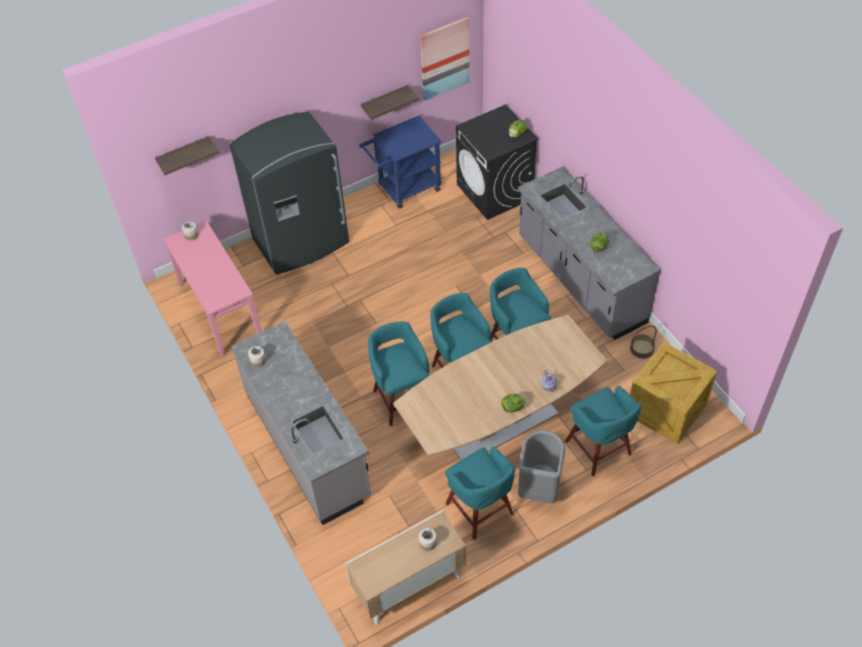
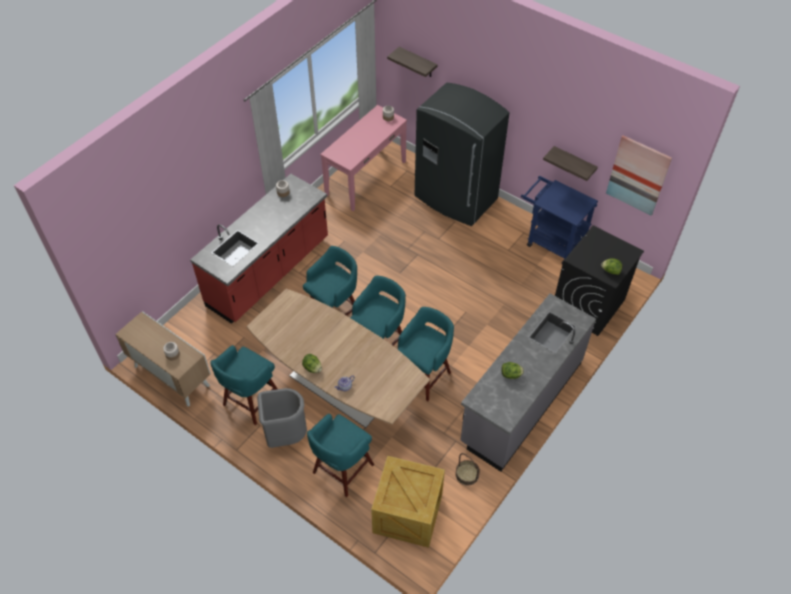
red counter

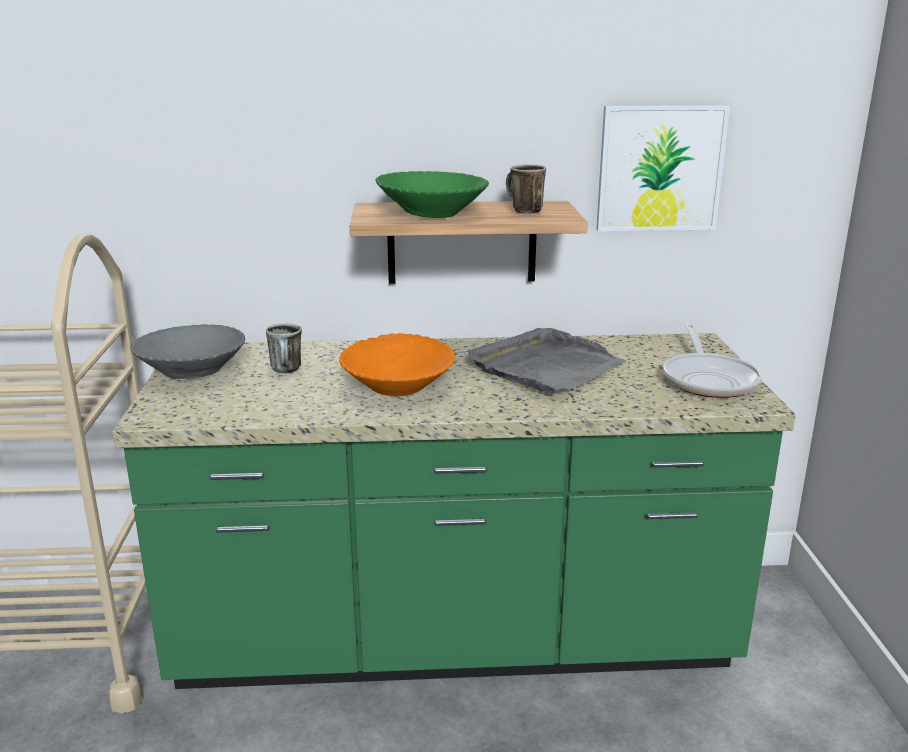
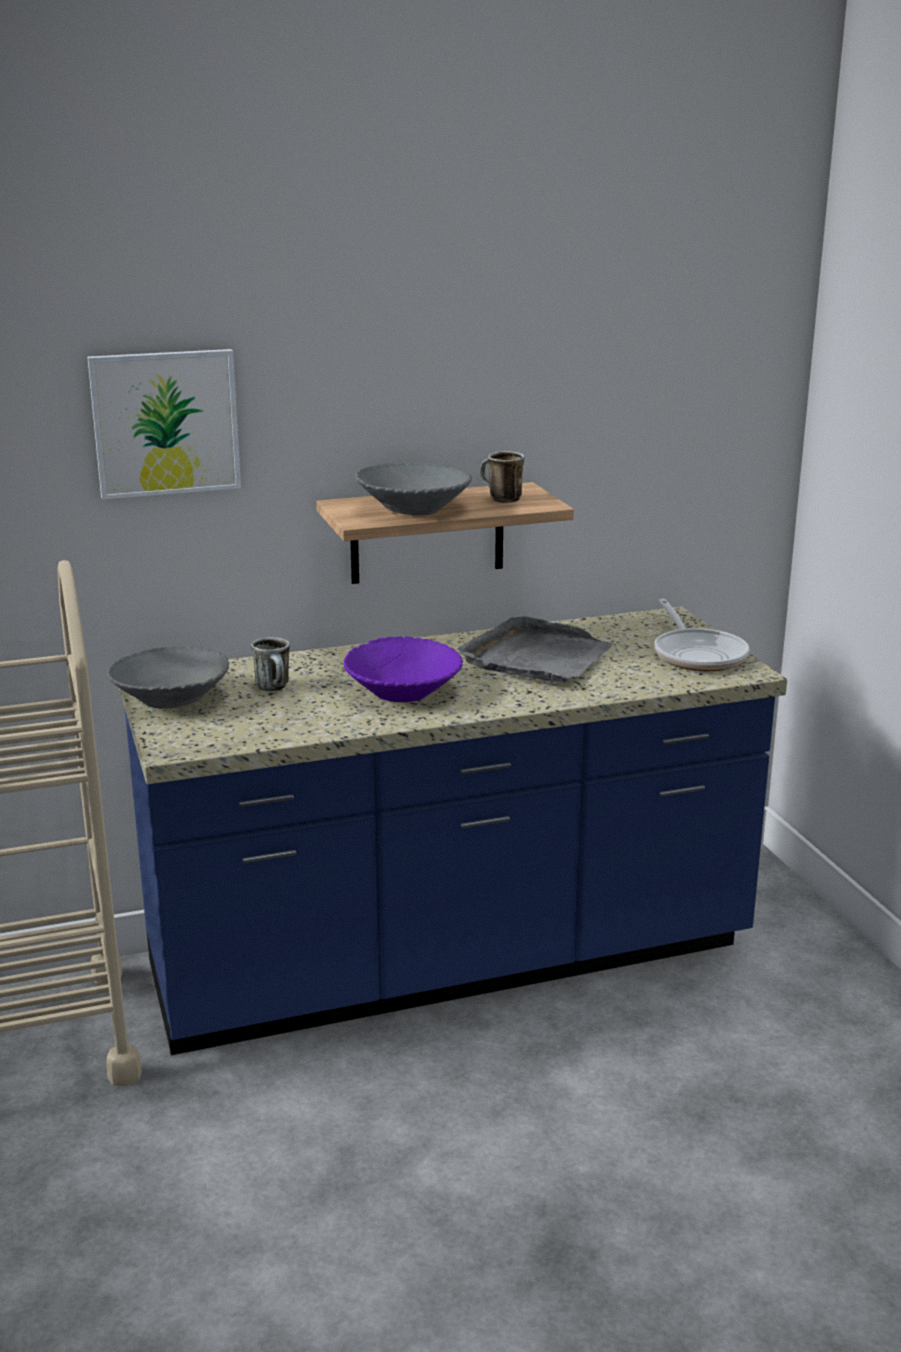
picture; blue counter; purple bowl; grey bowl (no. 2 from left)

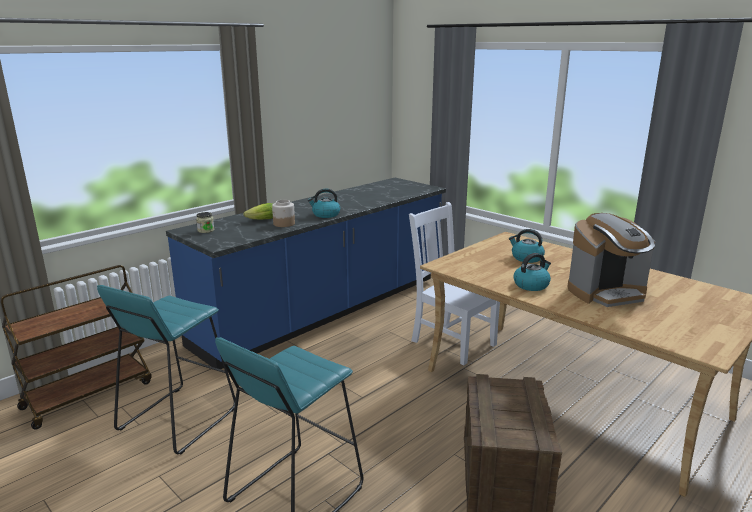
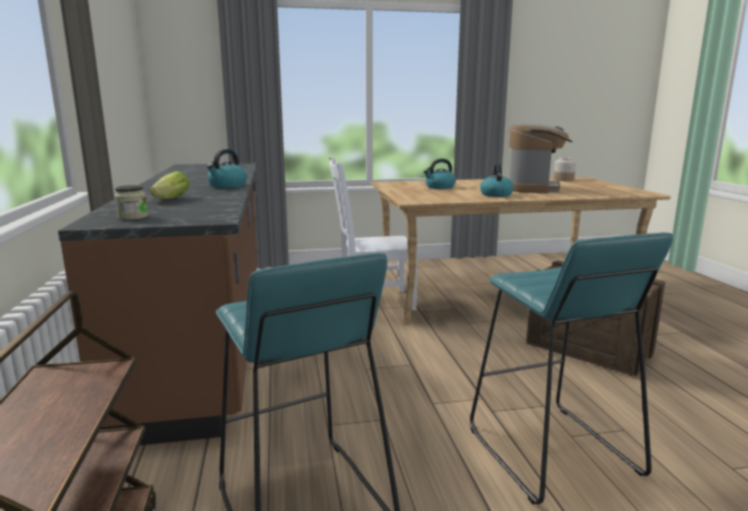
jar (no. 2 from left); brown counter

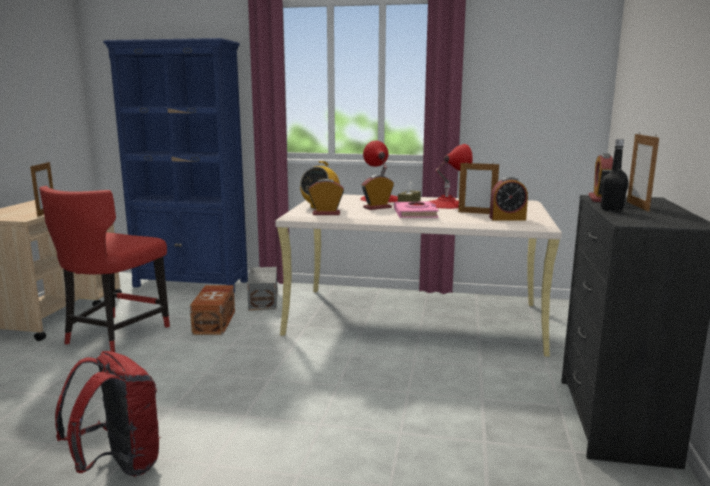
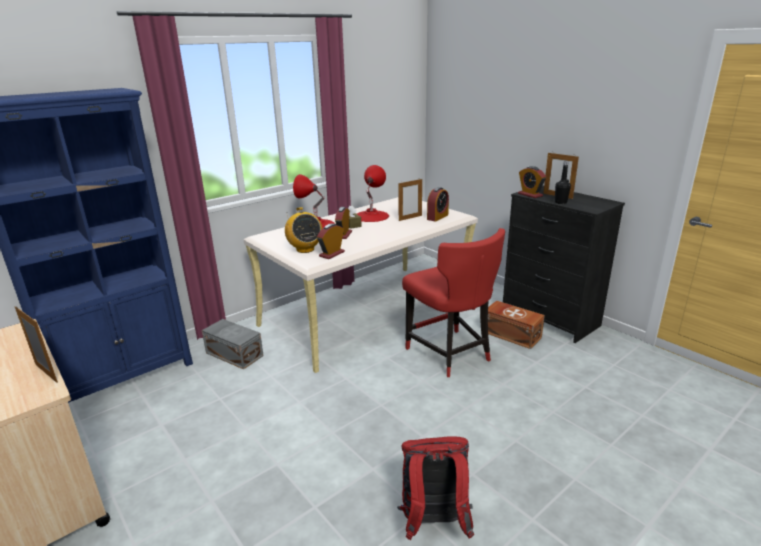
pink book; red chair; brown storage box

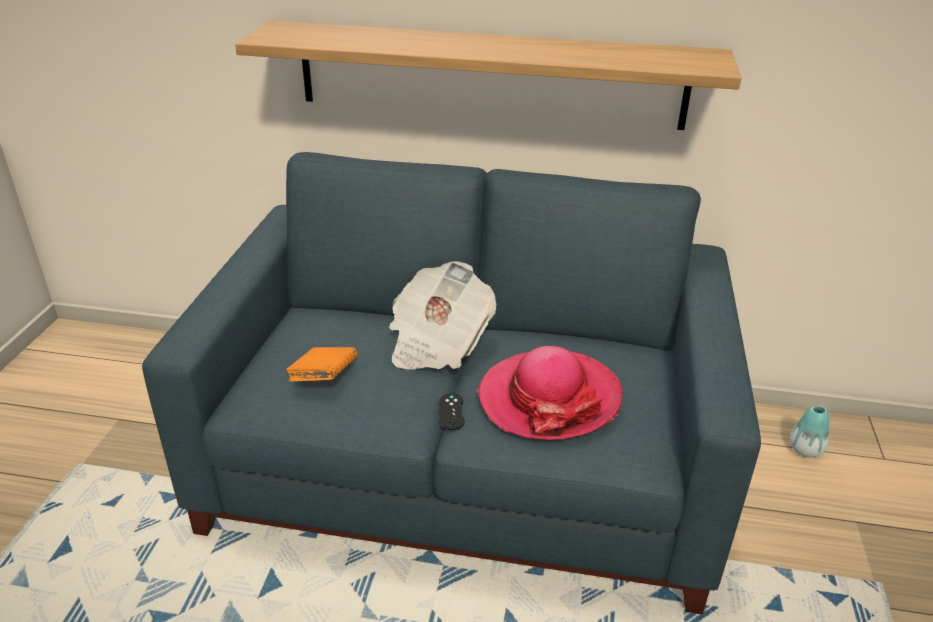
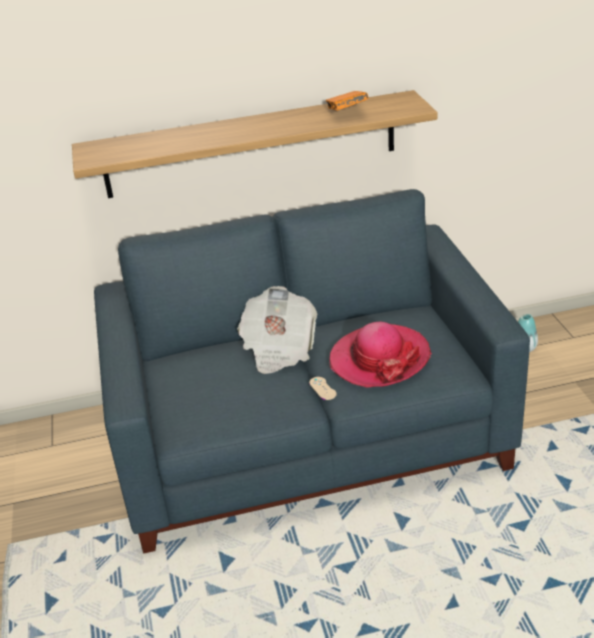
orange book; beige game controller

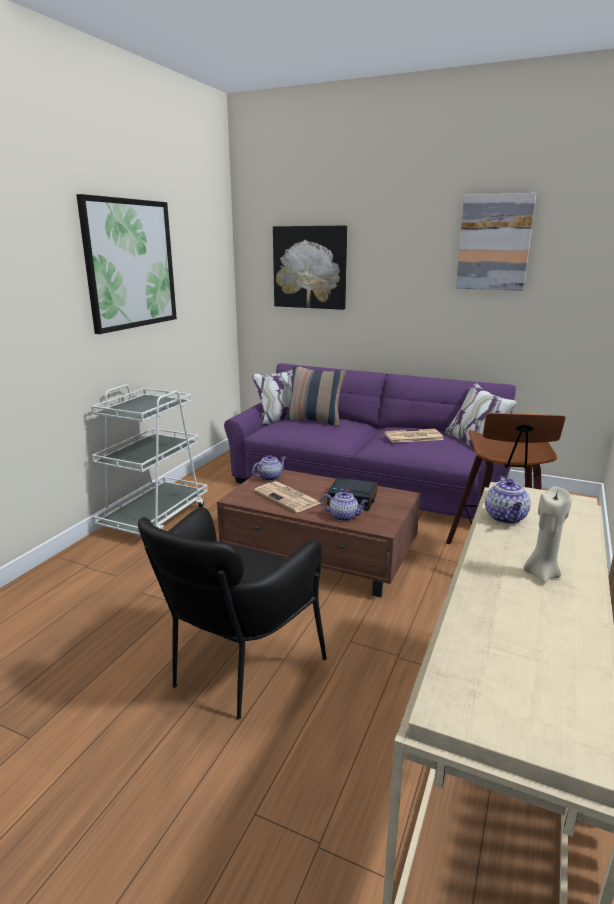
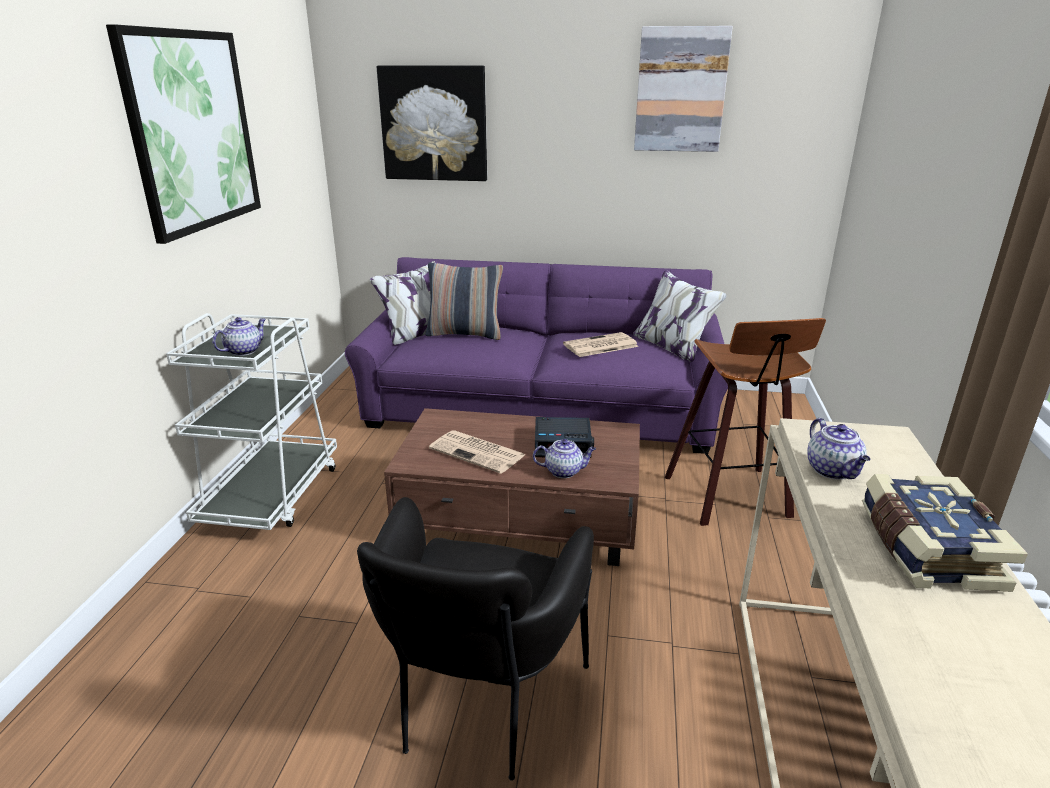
teapot (no. 1 from left); book

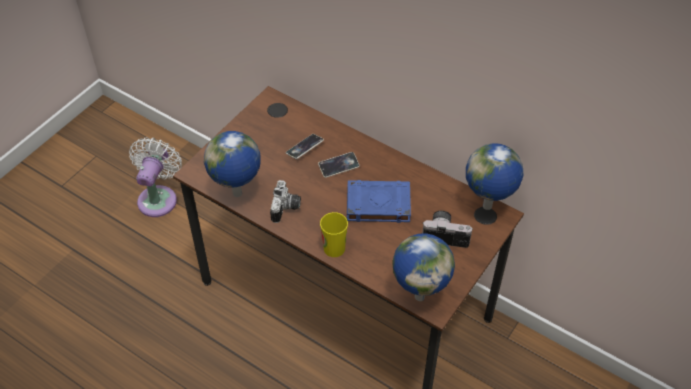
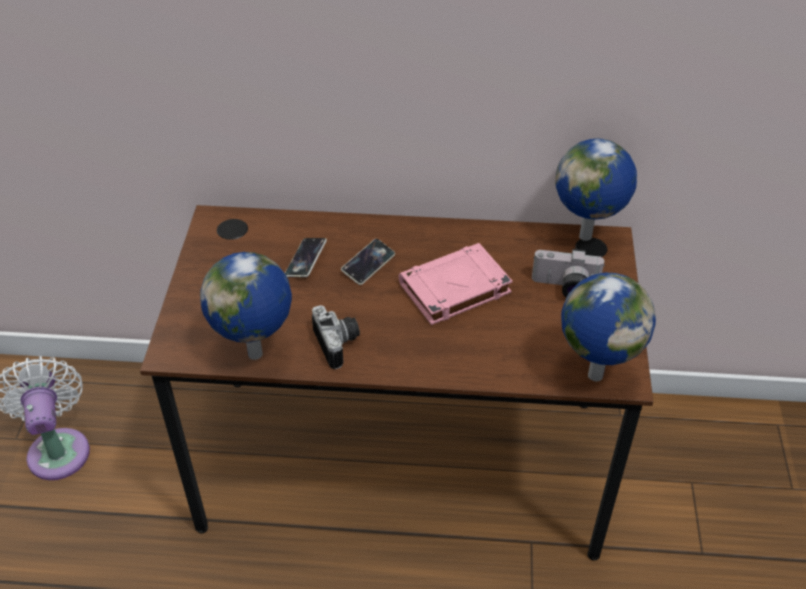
cup; pink book; photo camera (no. 2 from left)

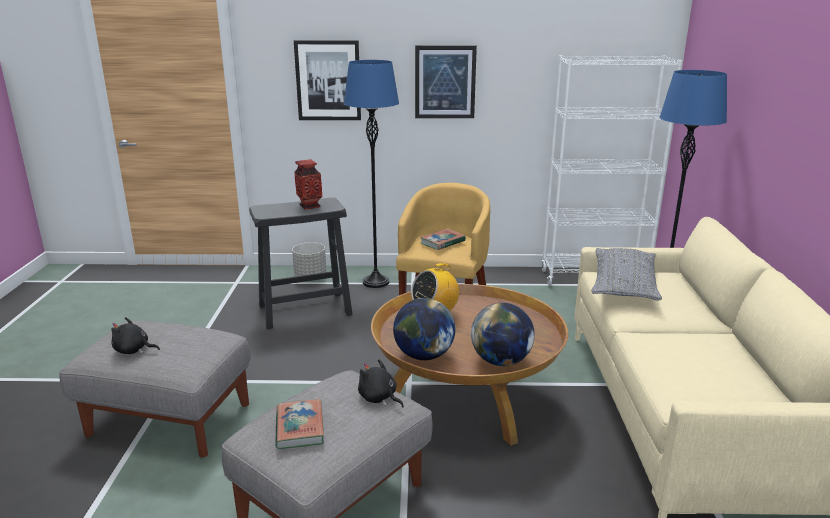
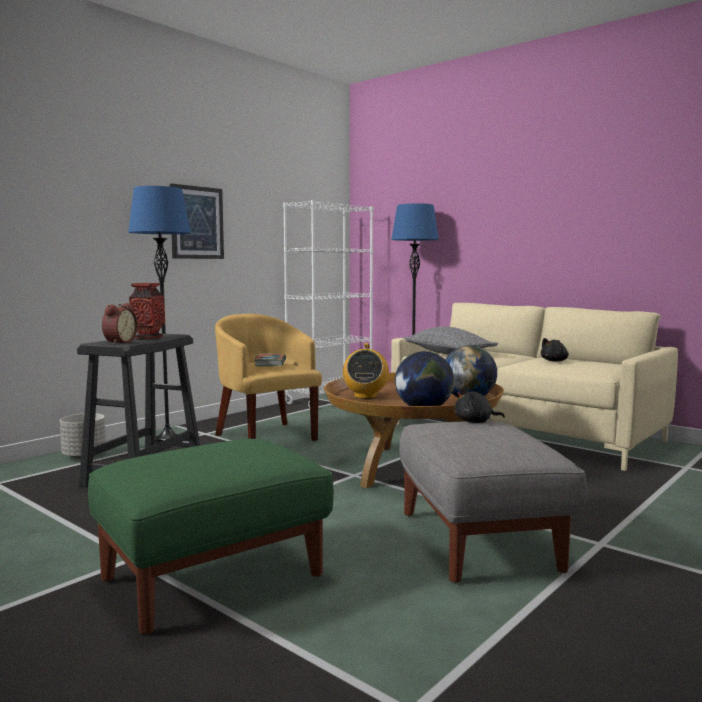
book (no. 1 from left in the first image); picture (no. 1 from left in the first image); alarm clock; black plush toy (no. 2 from left); green ottoman

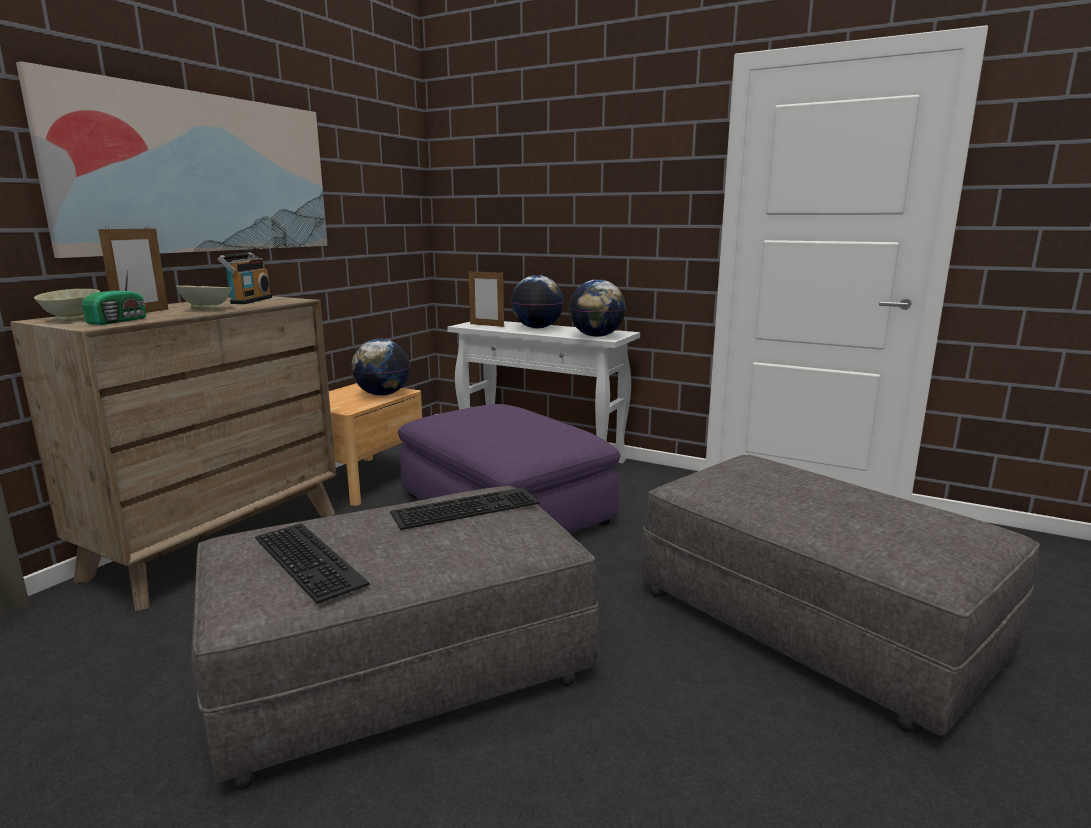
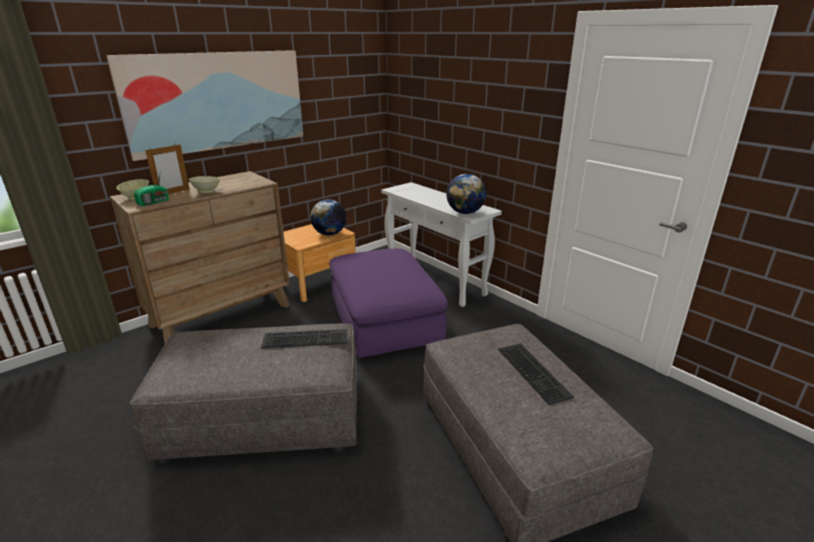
radio (no. 2 from left in the first image); picture frame (no. 2 from left in the first image); globe (no. 2 from left in the first image); keyboard (no. 2 from left)

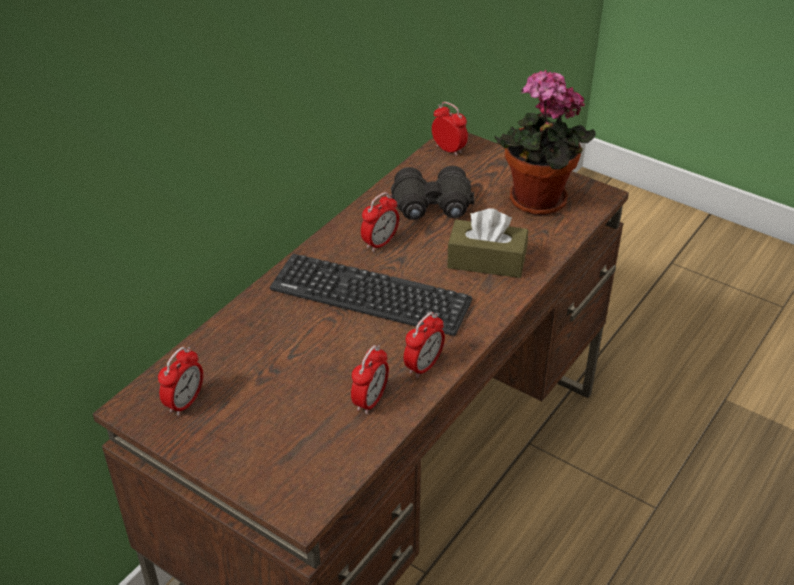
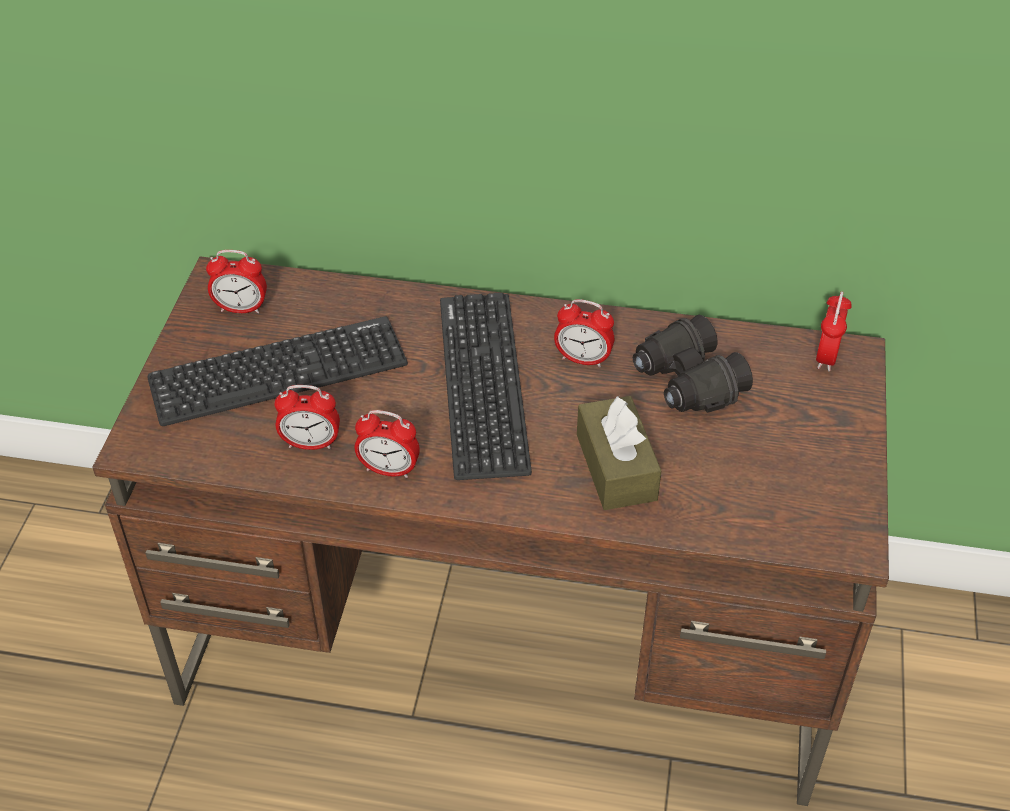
potted plant; keyboard (no. 1 from left)

